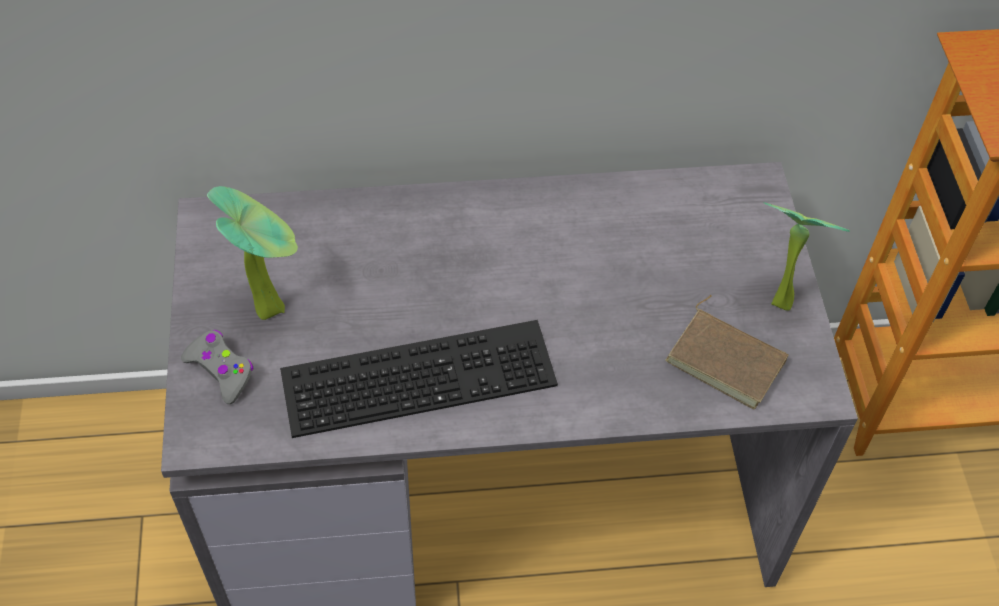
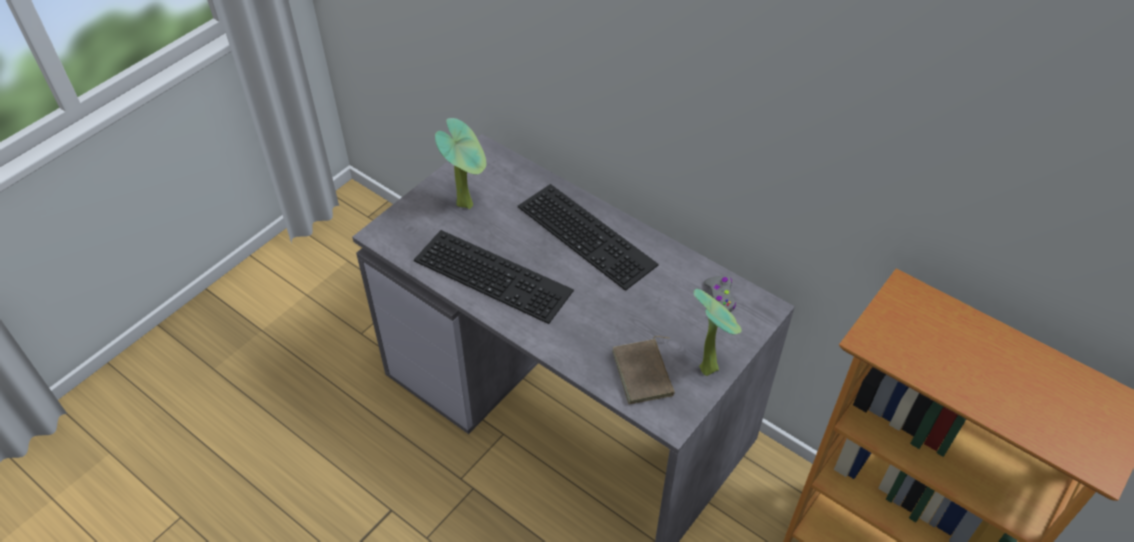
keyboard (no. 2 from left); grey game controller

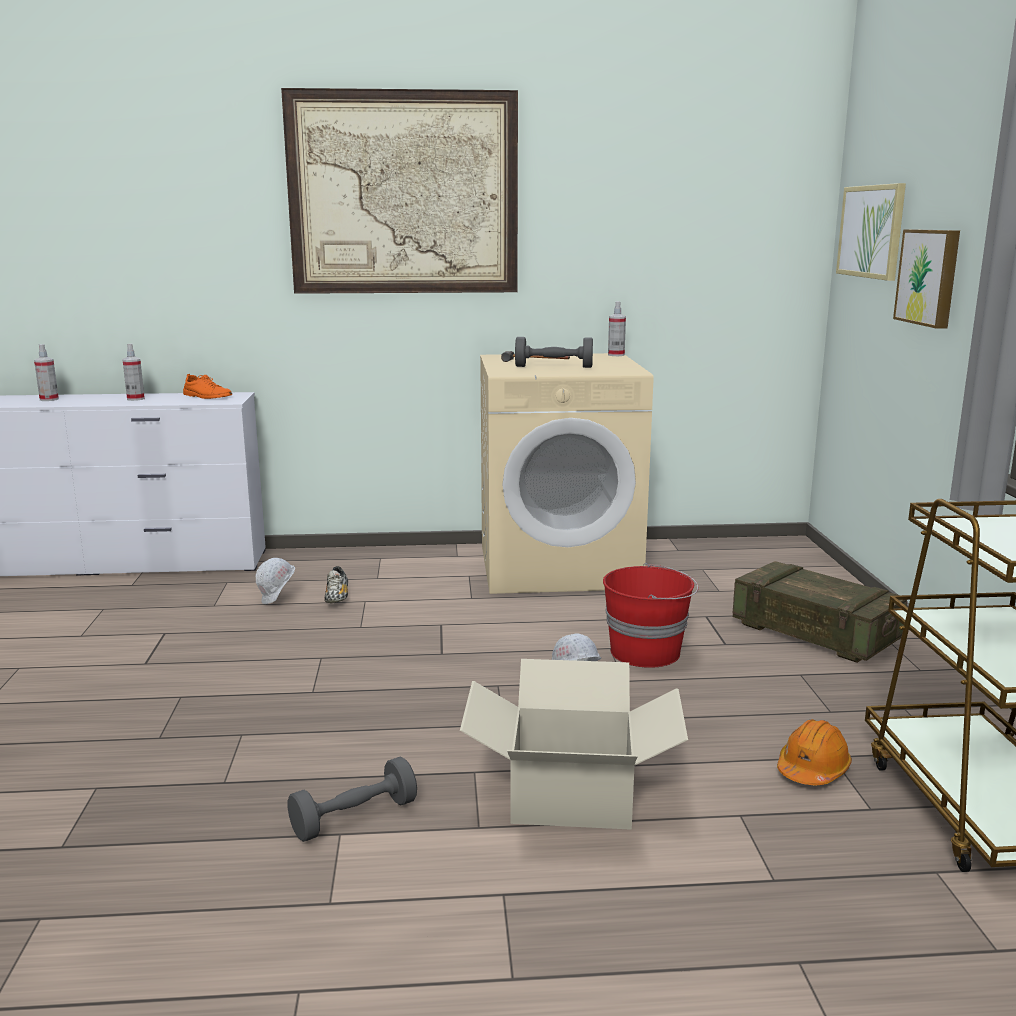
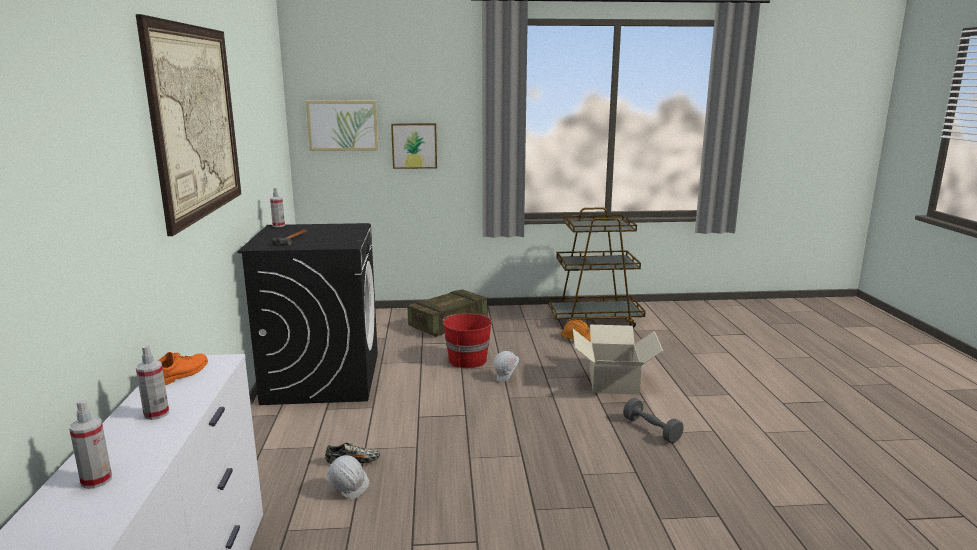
grey dumbbell (no. 2 from left in the first image); black washing machine

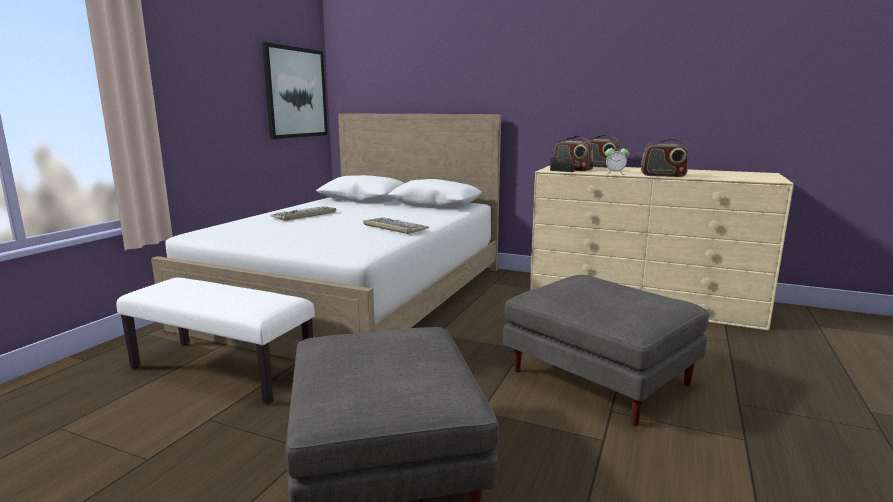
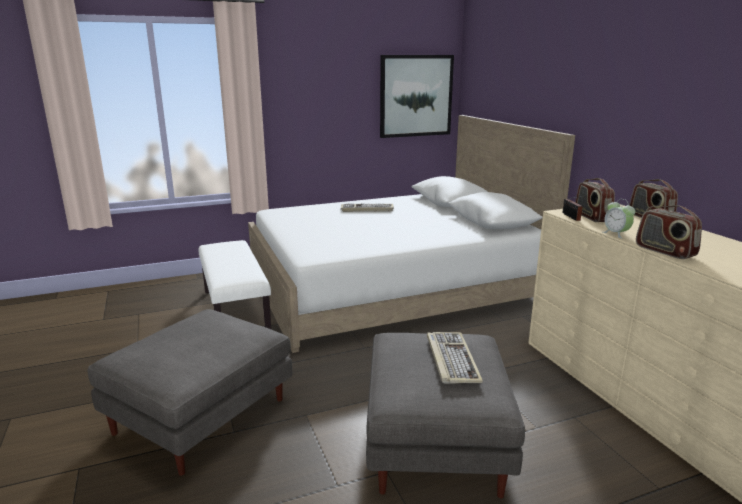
keyboard (no. 2 from left)

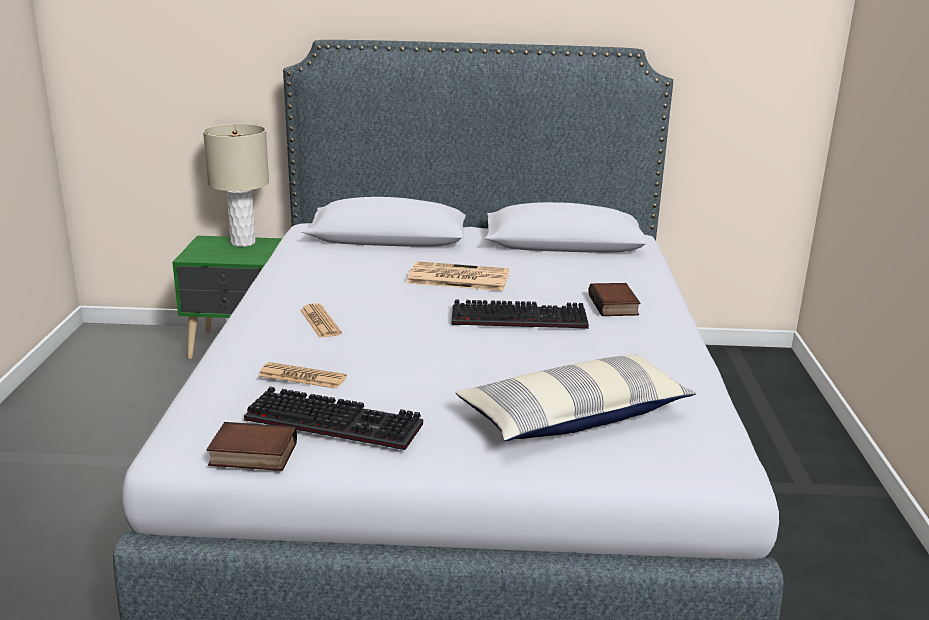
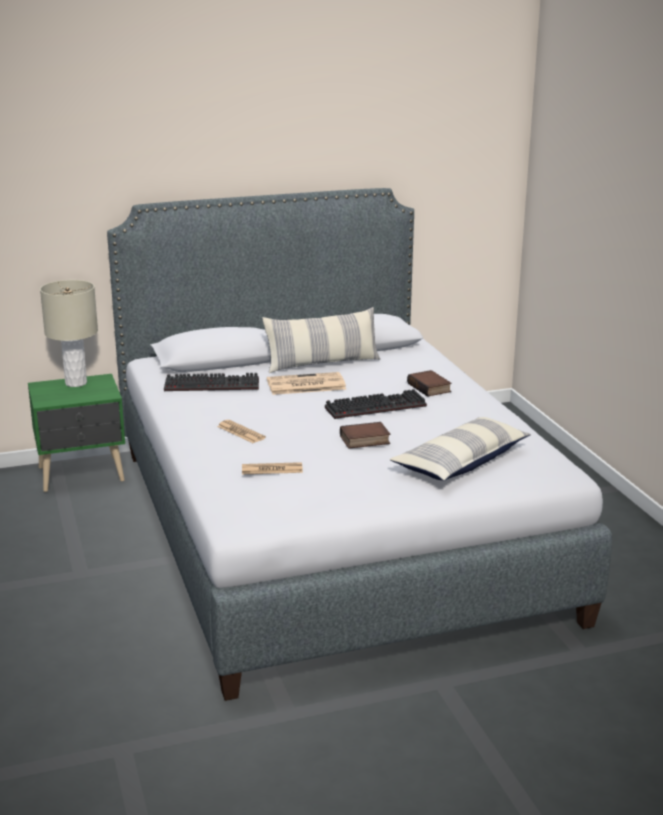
pillow (no. 1 from left); book (no. 1 from left); keyboard (no. 1 from left)

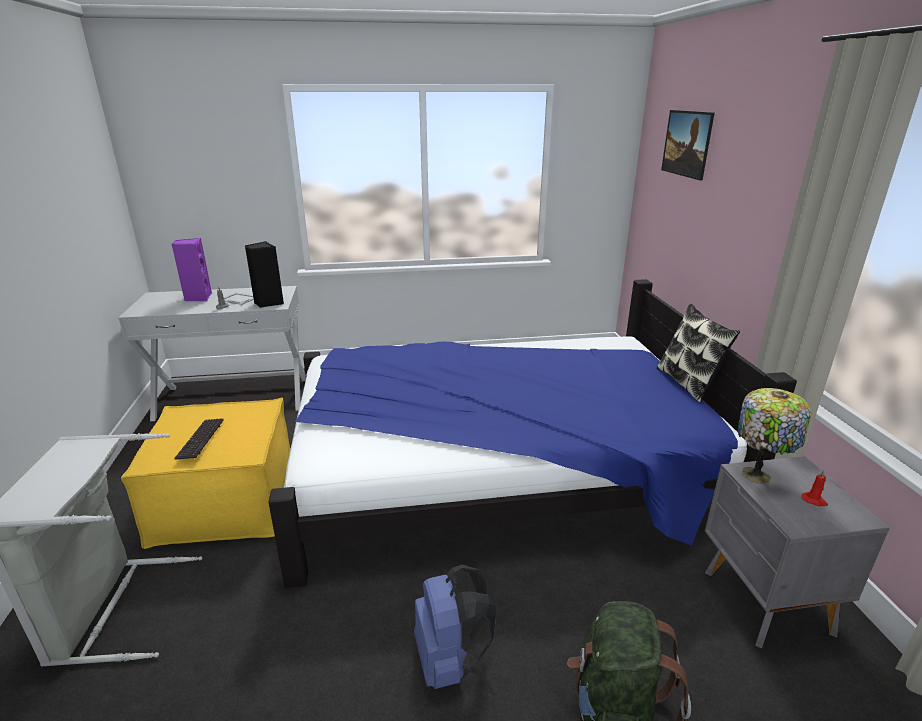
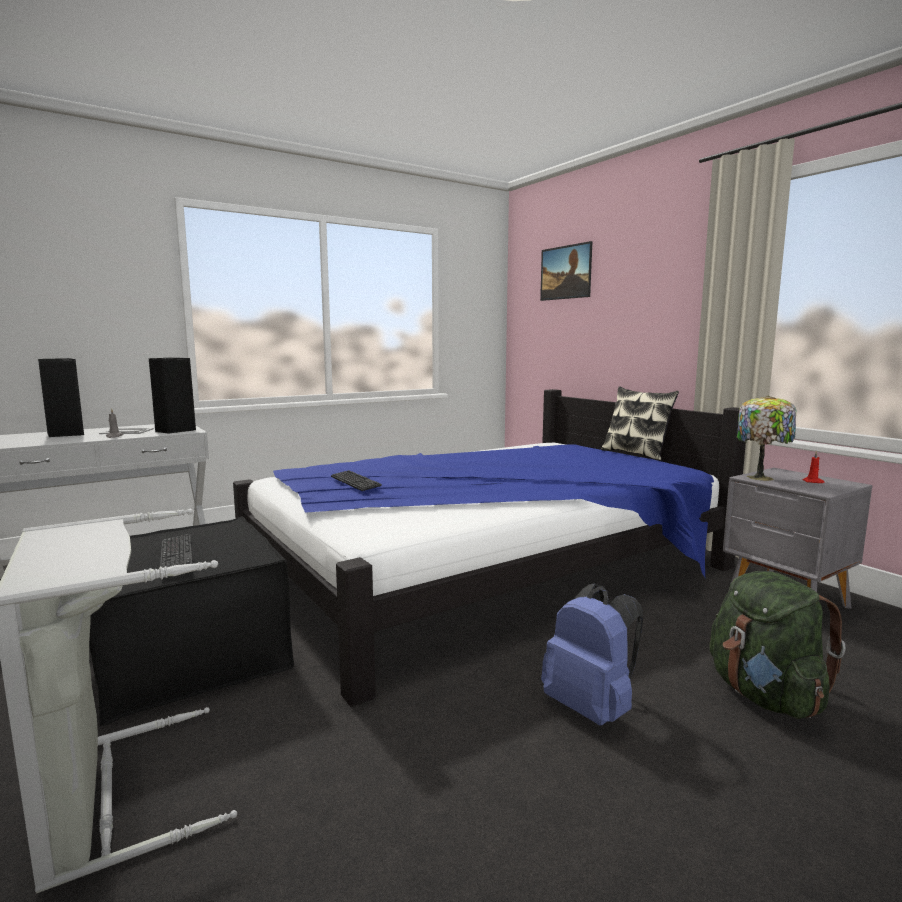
keyboard (no. 2 from left); black ottoman; black speaker (no. 1 from left)

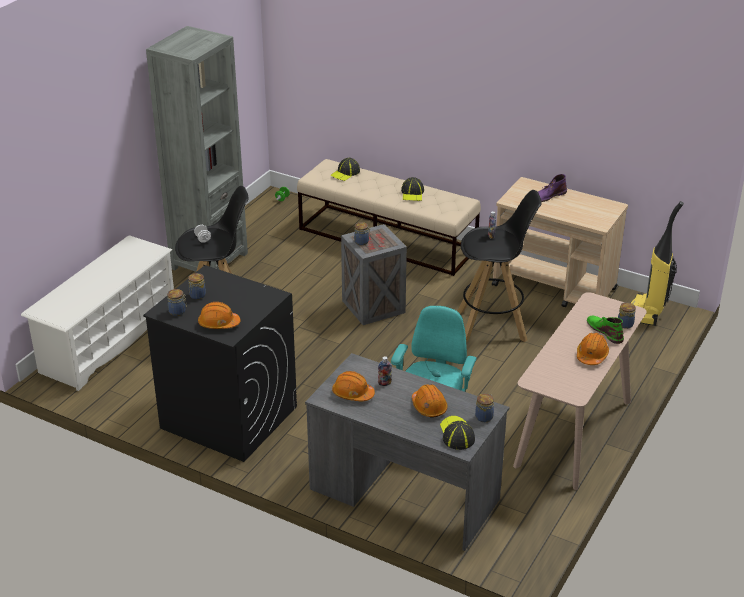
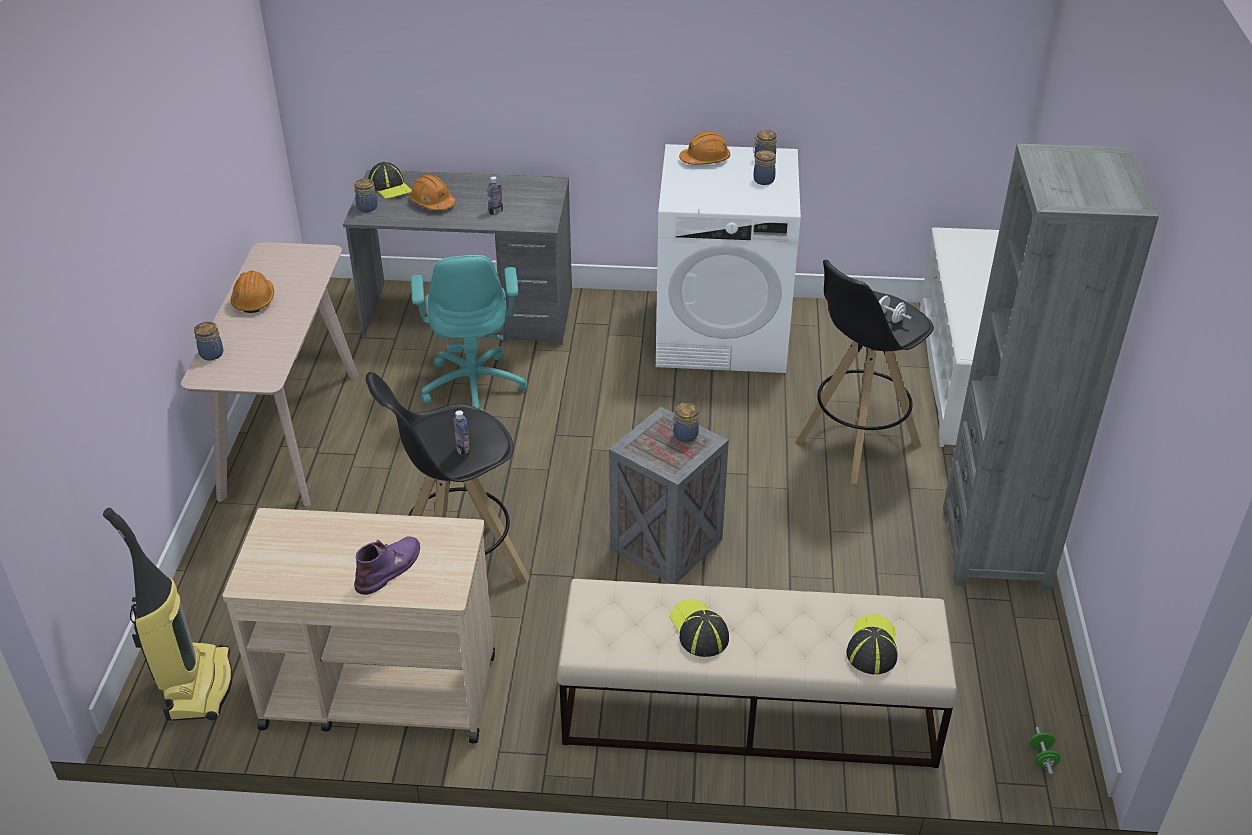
orange hard hat (no. 2 from left in the first image); green boot; white washing machine

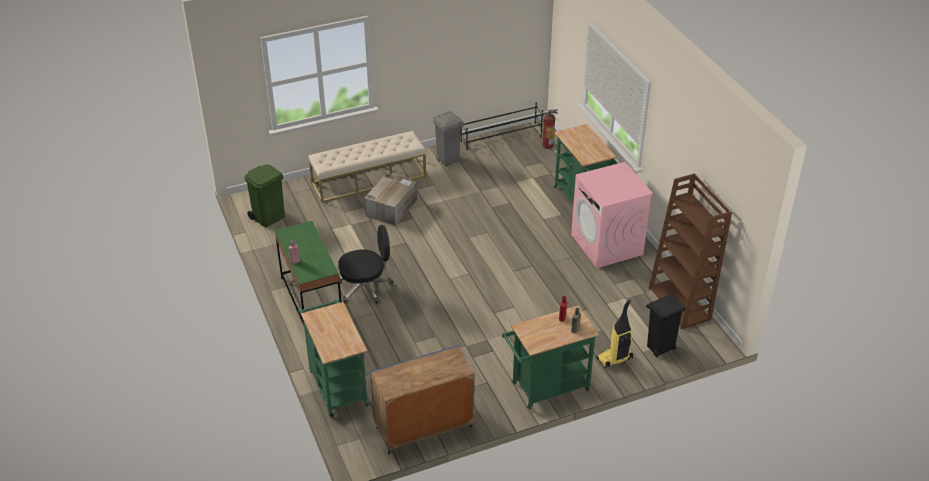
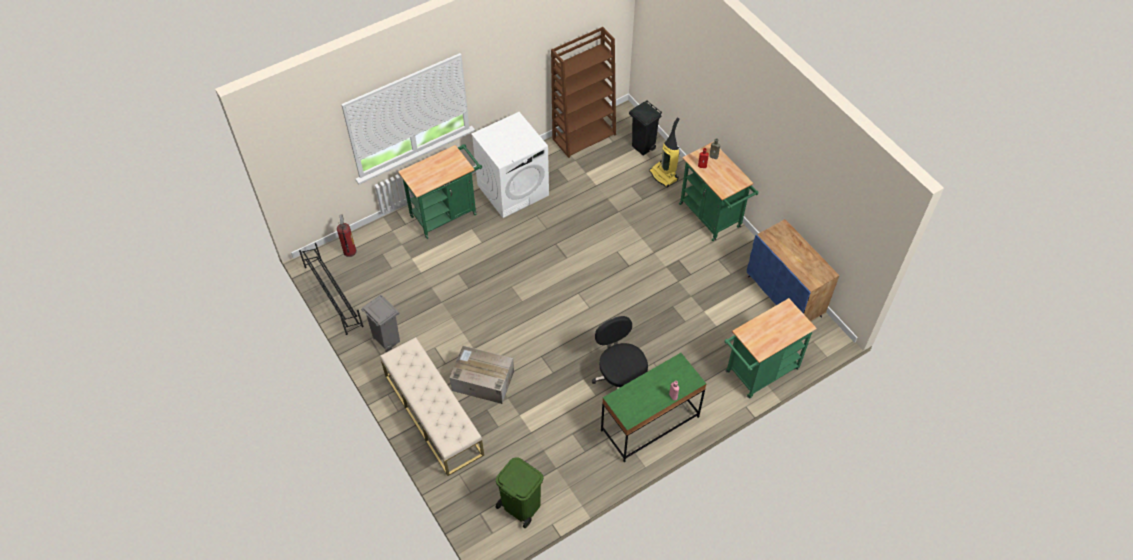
white washing machine

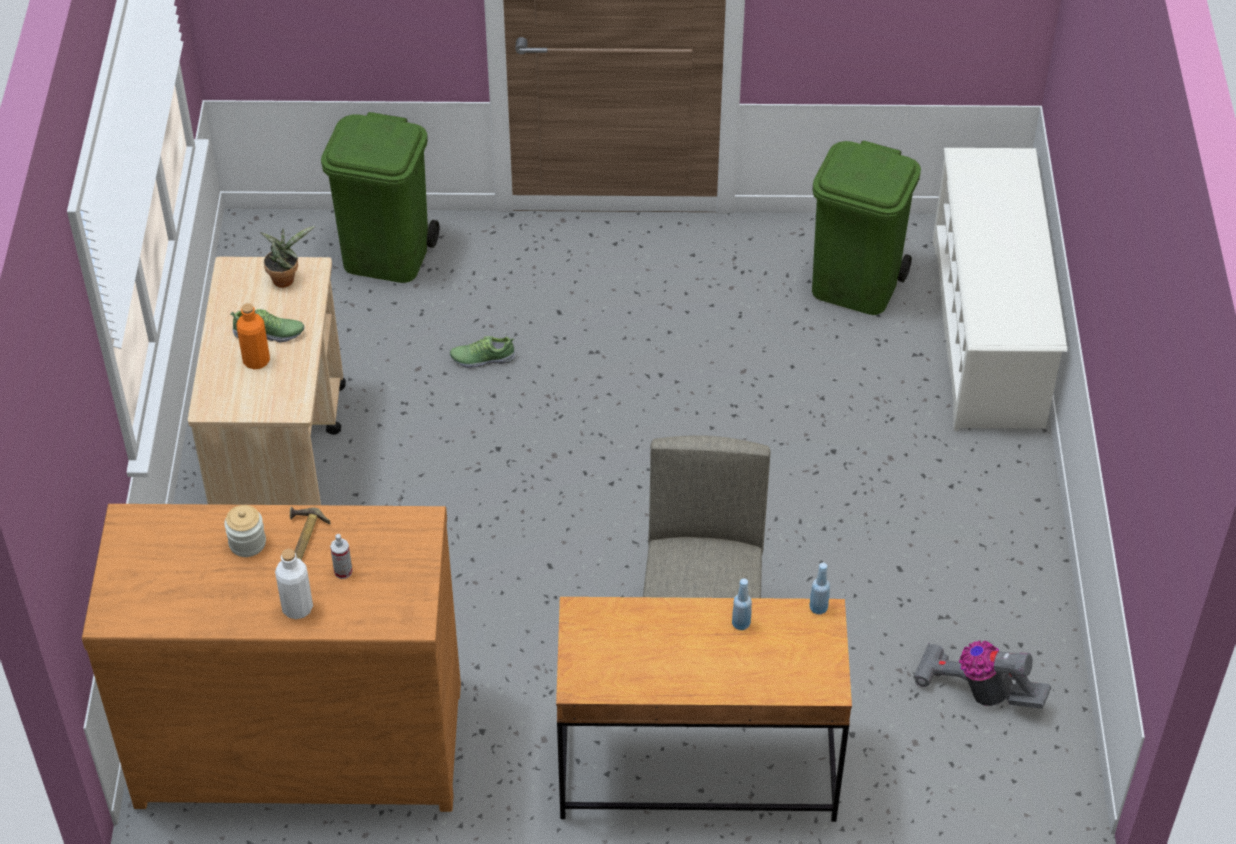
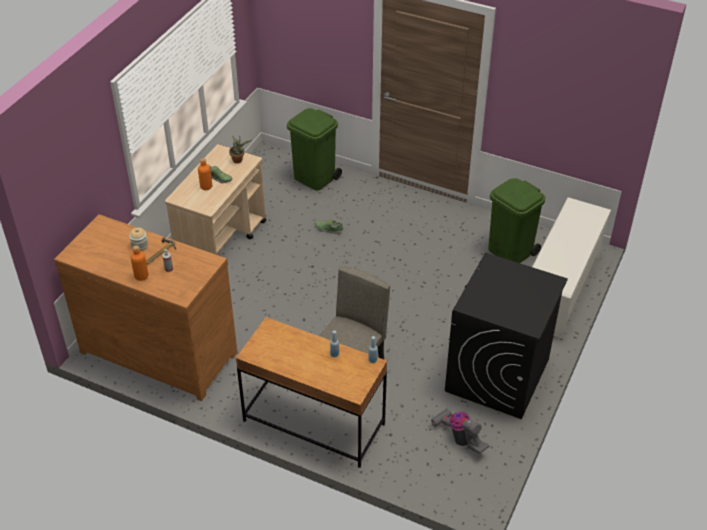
black washing machine; orange bottle (no. 1 from left)

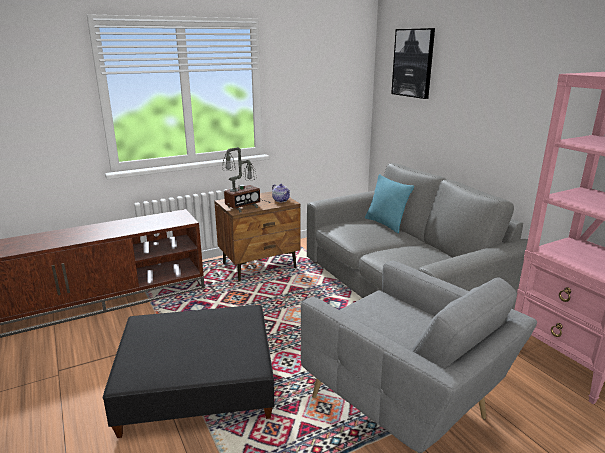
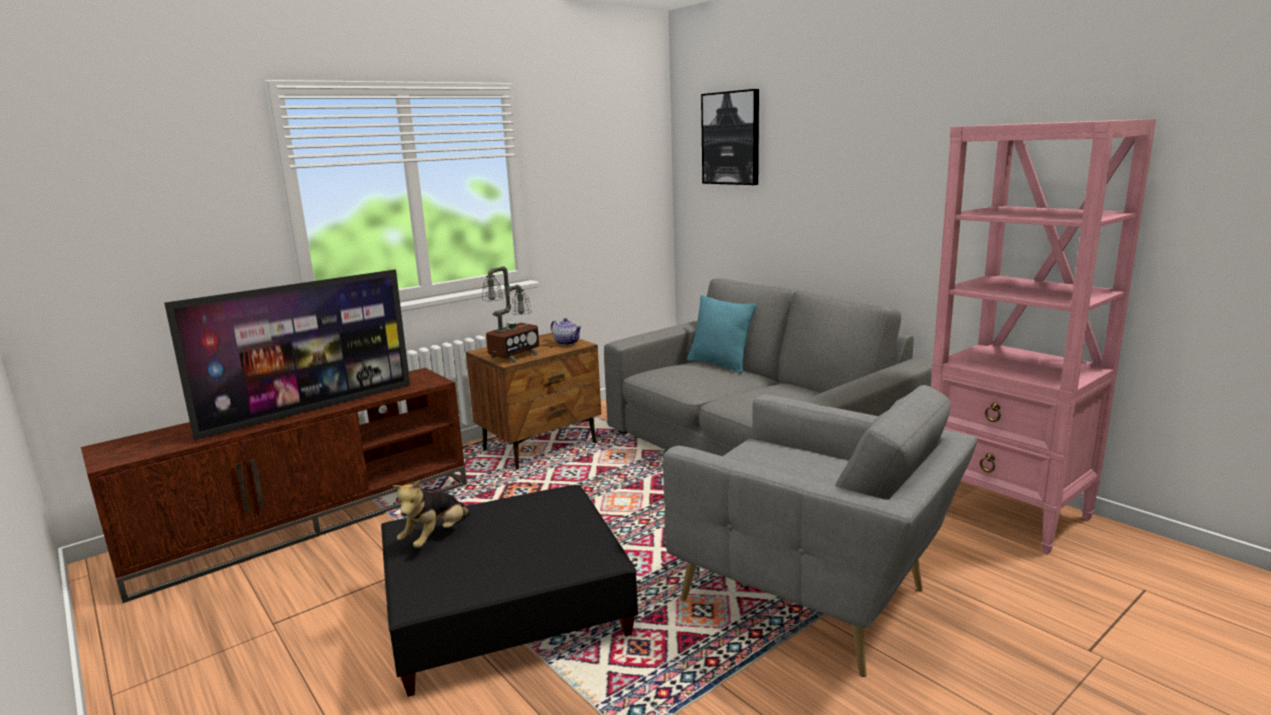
television; plush toy

